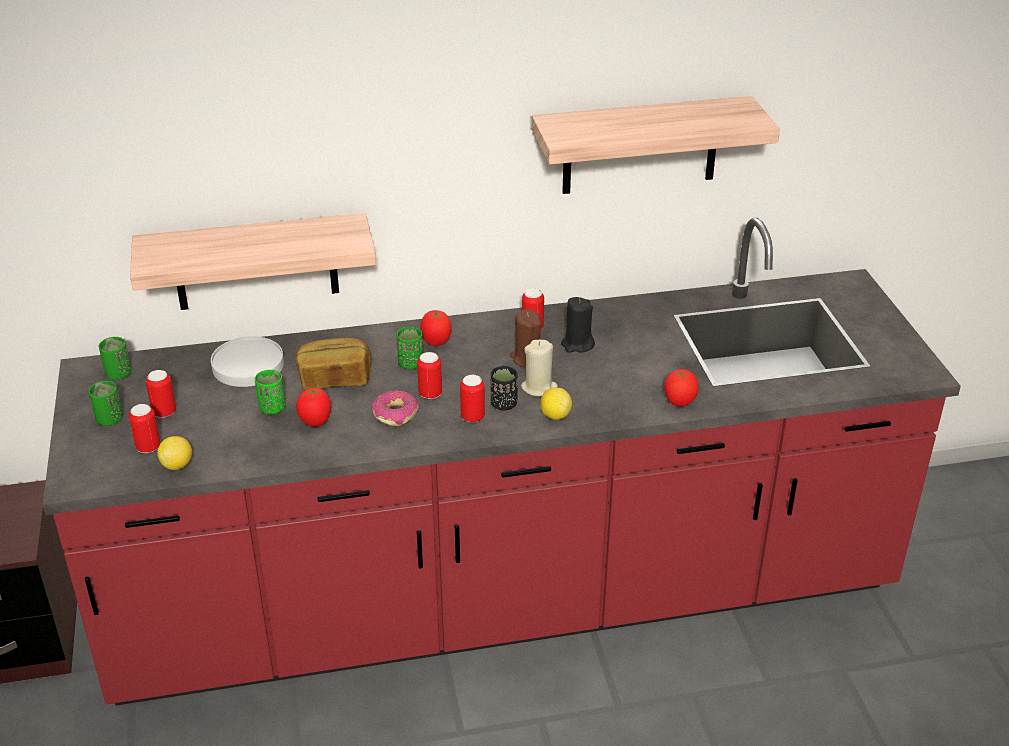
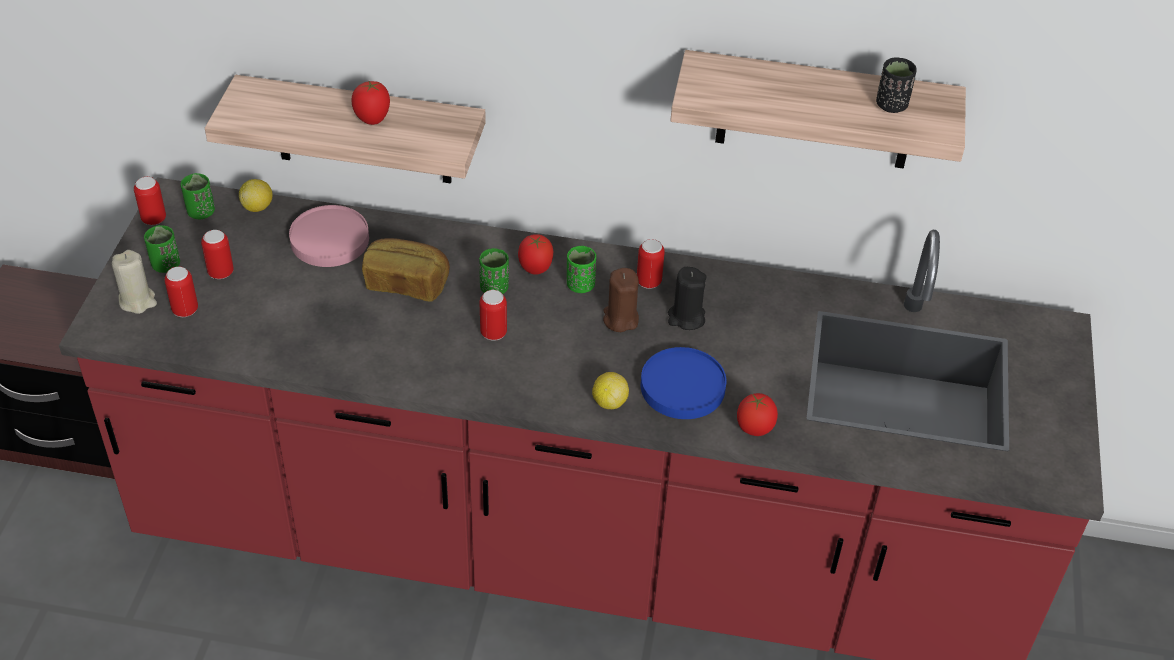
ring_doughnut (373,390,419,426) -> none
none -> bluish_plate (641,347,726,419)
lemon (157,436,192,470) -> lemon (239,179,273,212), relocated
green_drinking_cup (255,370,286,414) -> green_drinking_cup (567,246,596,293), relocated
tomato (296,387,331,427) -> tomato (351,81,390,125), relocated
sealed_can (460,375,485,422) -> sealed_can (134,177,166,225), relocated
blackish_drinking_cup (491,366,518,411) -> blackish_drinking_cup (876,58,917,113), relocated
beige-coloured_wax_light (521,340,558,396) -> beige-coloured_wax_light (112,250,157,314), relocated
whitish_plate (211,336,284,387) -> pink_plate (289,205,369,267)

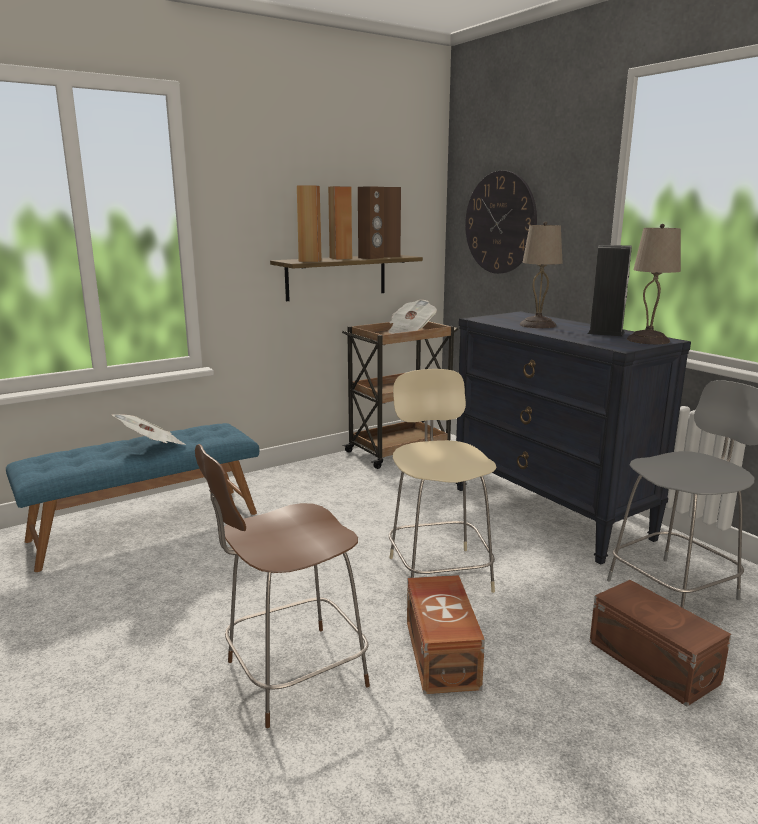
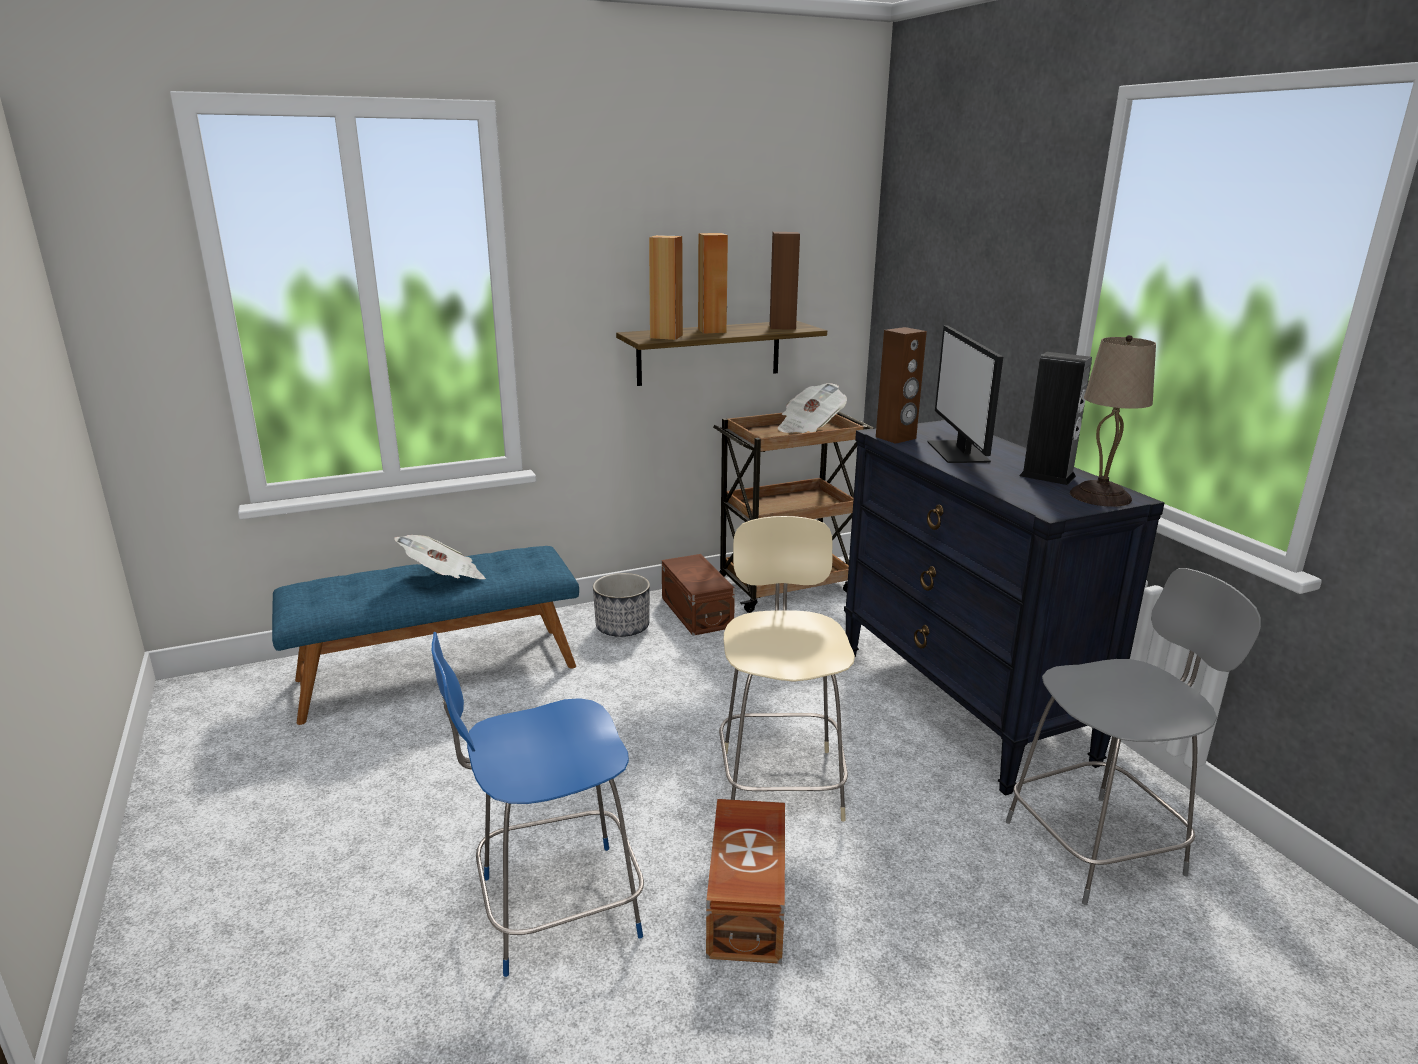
clock_on_the_wall (465,171,537,274) -> none
none -> planter (593,573,650,637)
brown-coloured_audio_speaker (358,186,384,259) -> brown-coloured_audio_speaker (876,327,927,444), relocated
brown-coloured_storage_box (590,580,731,707) -> brown-coloured_storage_box (662,554,735,636), relocated
beige-coloured_tabletop_lamp (520,221,562,328) -> monitor (927,325,1003,463)
brown-coloured_upright_chair (195,444,370,728) -> bluish_upright_chair (432,632,644,977)

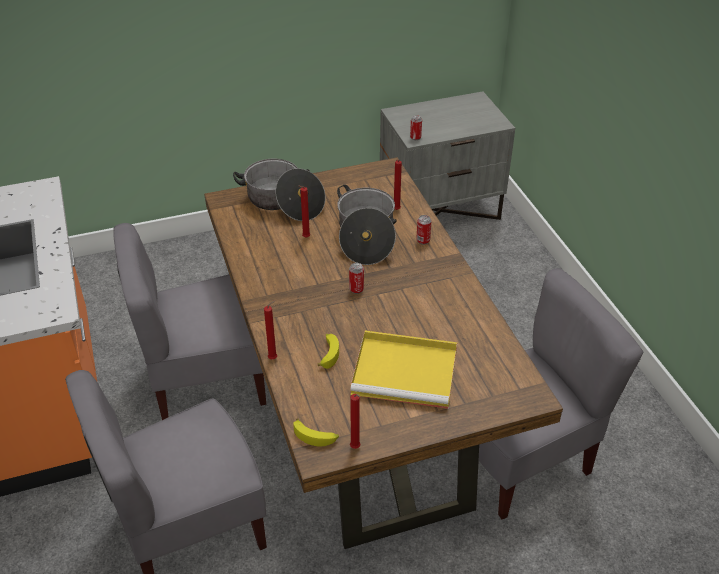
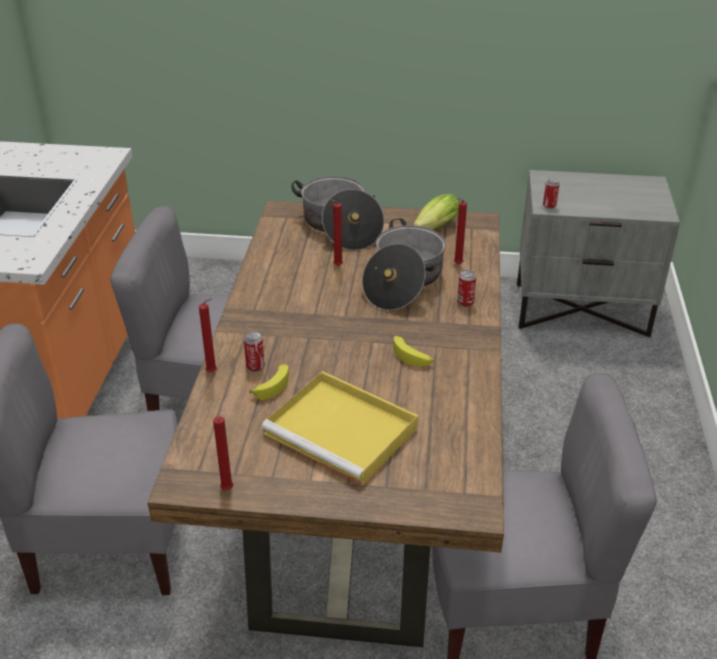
none -> lettuce (413,194,459,230)
banana_fruit (293,418,339,447) -> banana_fruit (393,336,434,367), relocated
sealed_can (349,263,364,294) -> sealed_can (244,331,265,372), relocated

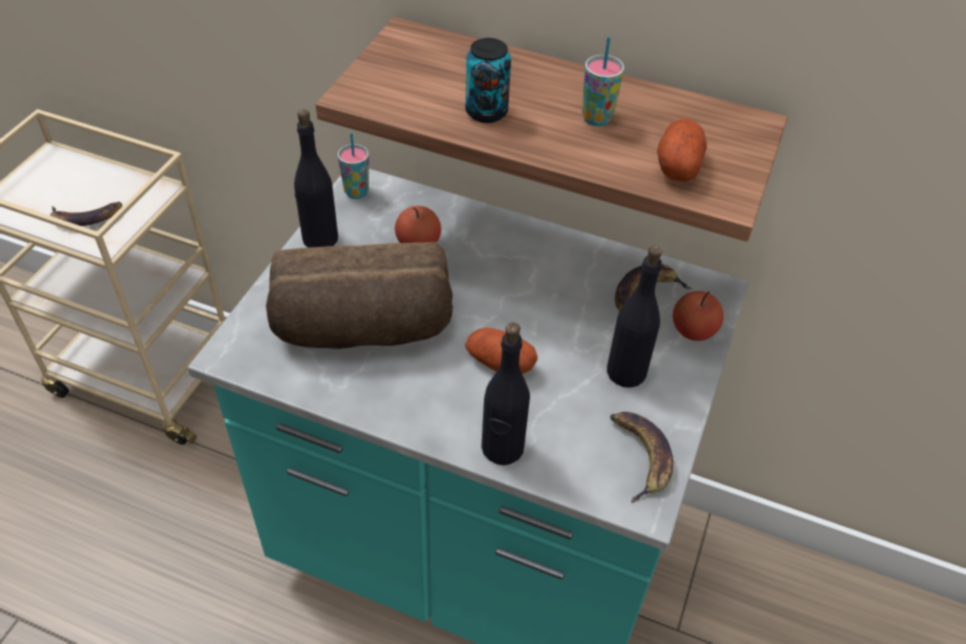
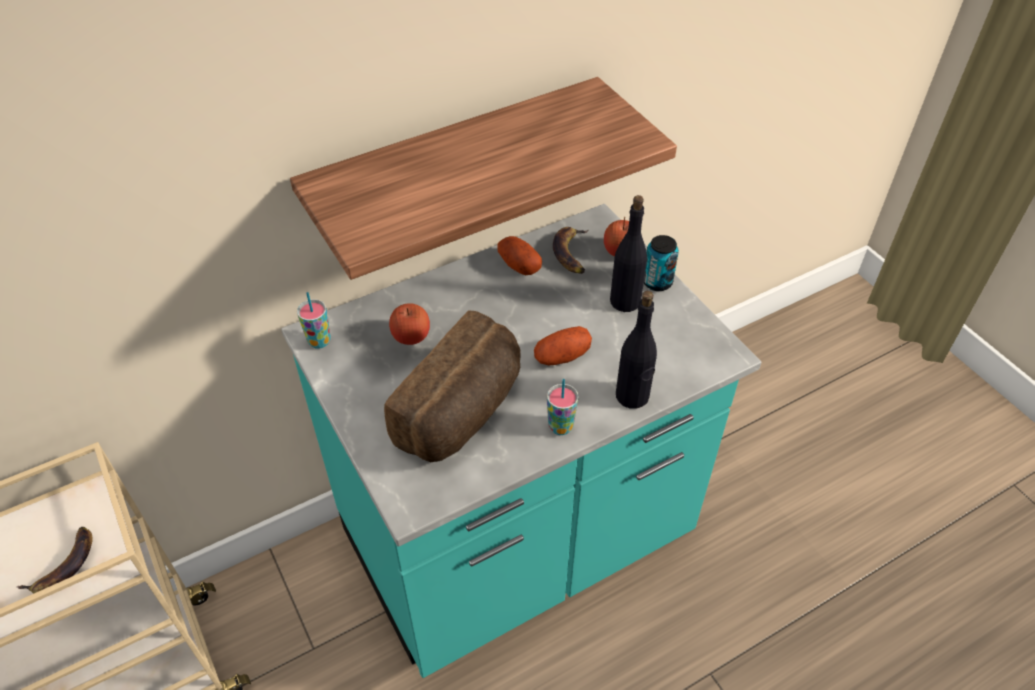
blackish_bottle (294,109,338,248) -> none
banana_fruit (610,412,673,502) -> none
sealed_can (465,38,511,123) -> sealed_can (644,235,679,291), relocated
drinking_cup (582,37,624,126) -> drinking_cup (547,379,579,435), relocated
potato (657,118,707,182) -> potato (497,236,542,275), relocated

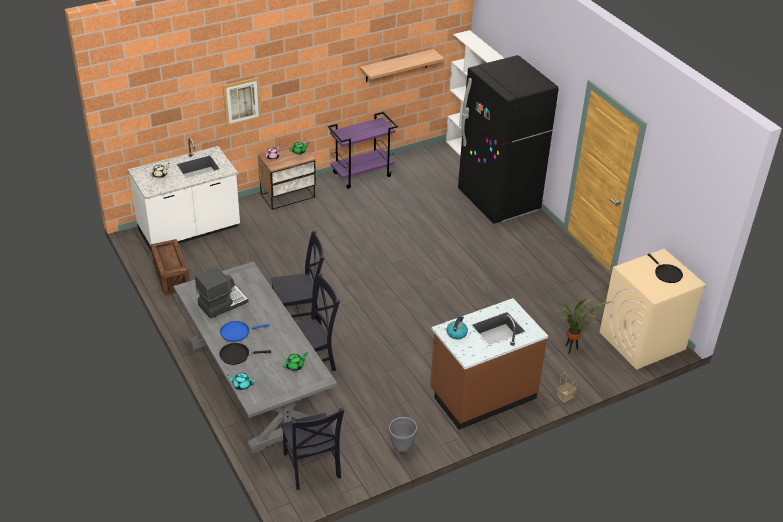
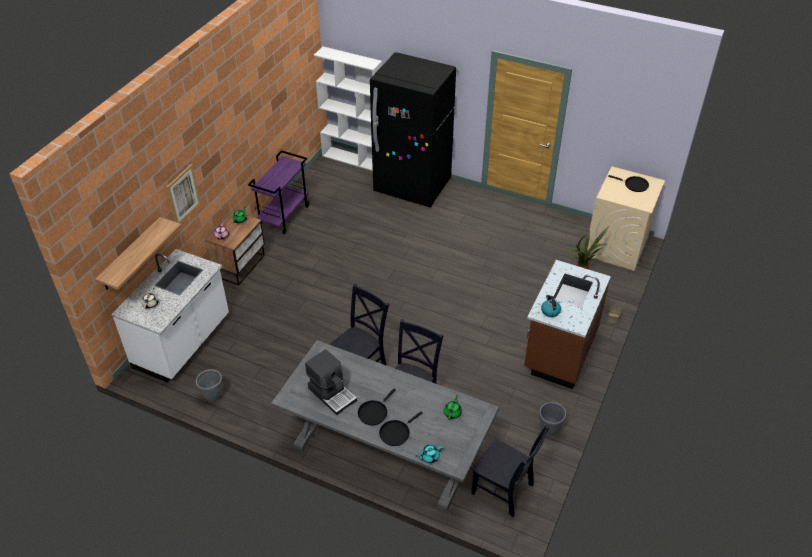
shelf (360,49,445,82) -> shelf (95,217,182,290), relocated
shipping_crate (151,239,190,296) -> gray_planter (196,369,222,401)
bluish_pan (220,321,270,342) -> blackish_pan (358,389,396,425)
coffee_brewer (195,267,248,319) -> coffee_brewer (305,349,357,415), 120 degrees clockwise

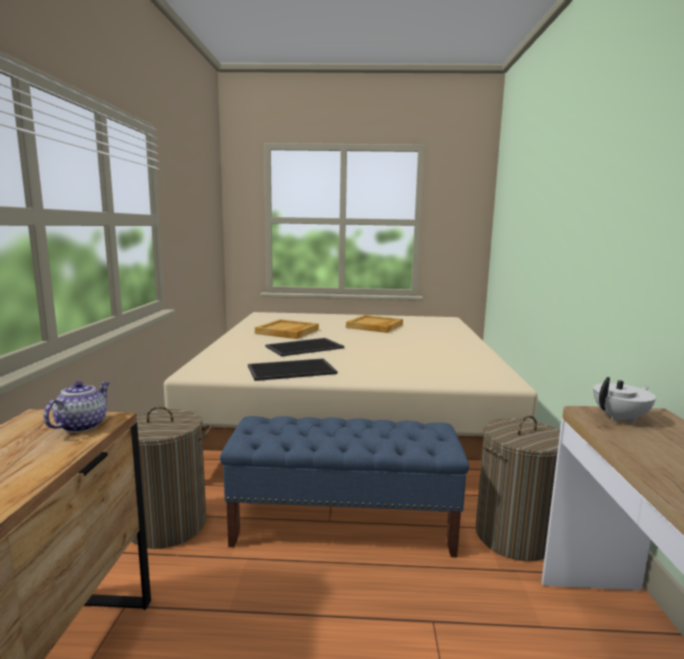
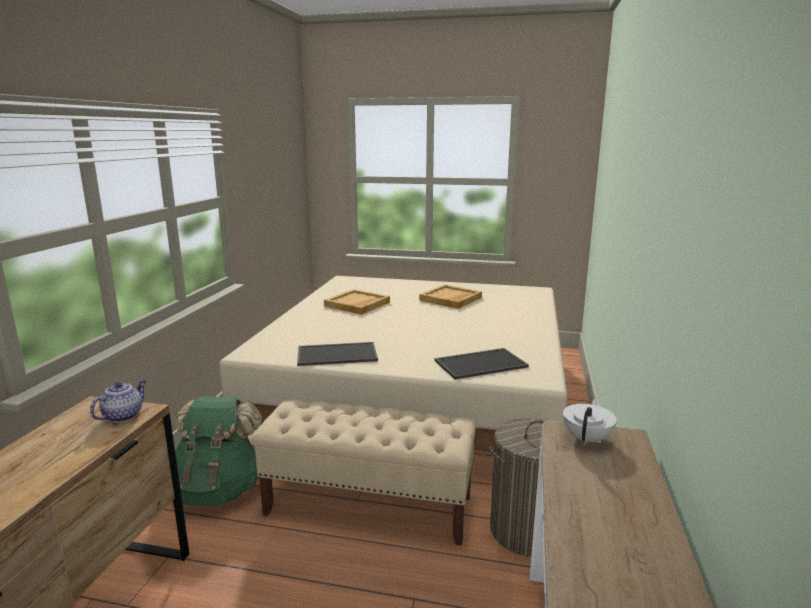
carrying_tray (265,338,344,357) -> carrying_tray (435,348,529,379), relocated
laundry_basket (132,406,212,549) -> green_knapsack (173,396,262,506)
bluish_bench (220,416,469,558) -> beige-coloured_bench (251,399,477,545)
whitish_pot_for_tea (593,377,656,424) -> whitish_pot_for_tea (563,399,617,445), 45 degrees counterclockwise

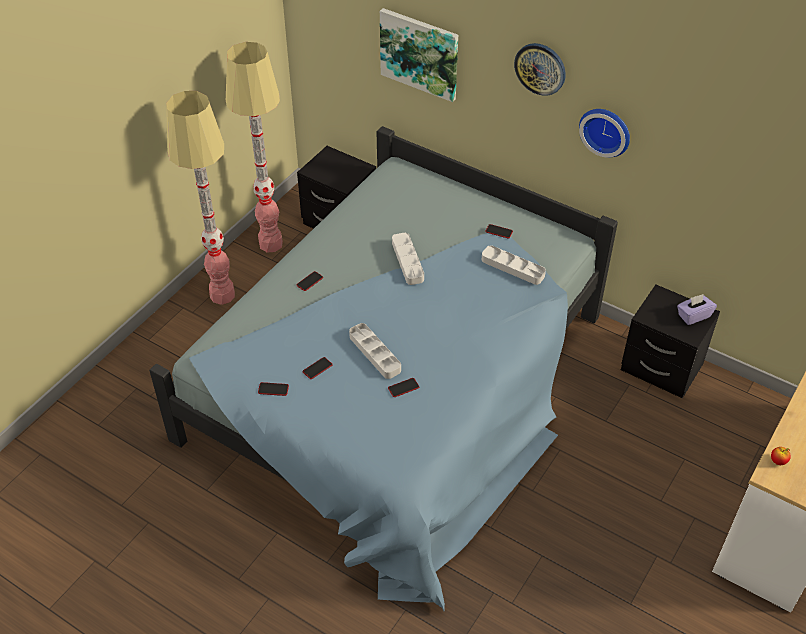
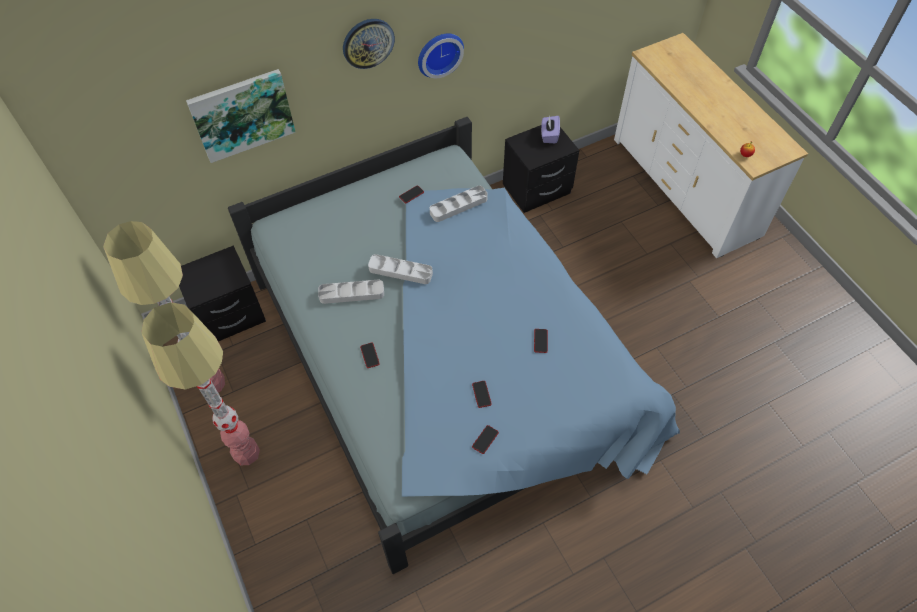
gray_carrying_tray (349,323,401,379) -> gray_carrying_tray (318,280,384,304), relocated

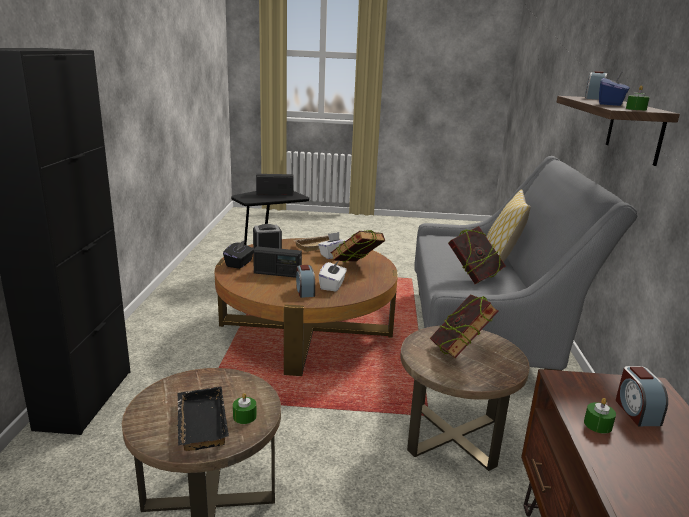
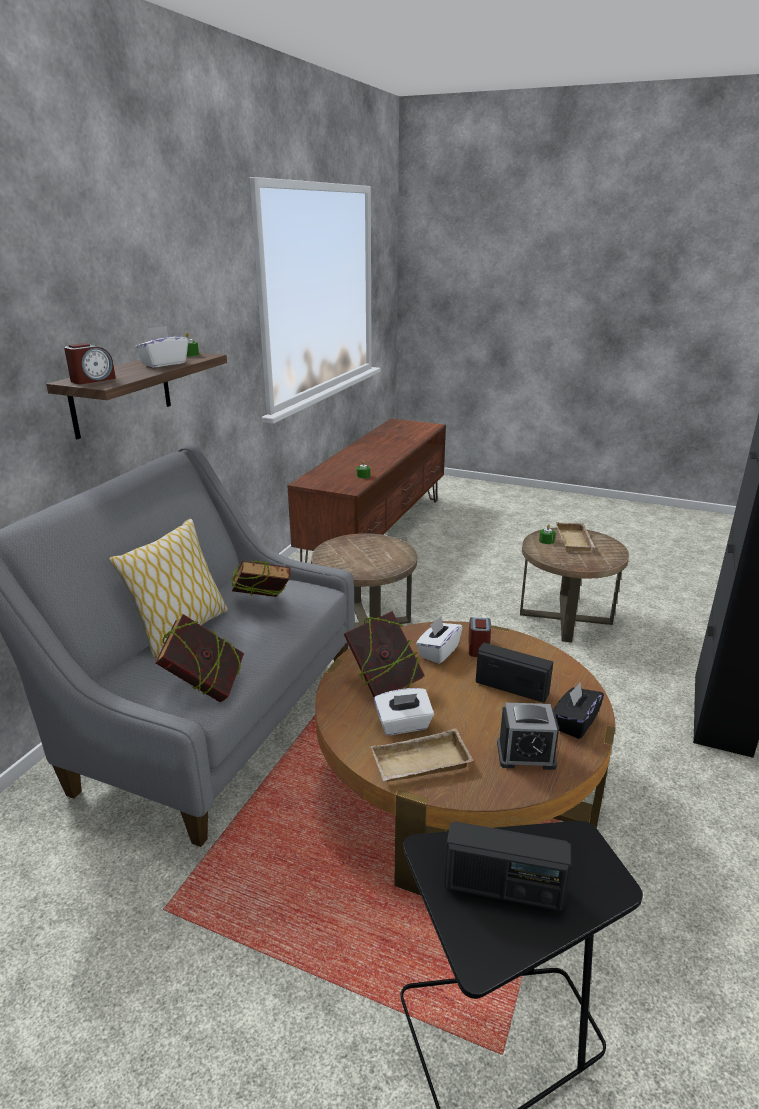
alarm_clock (616,366,668,426) -> none
book (430,294,498,358) -> book (155,614,244,702), relocated
blackish_carrying_tray (177,387,229,451) -> beige-coloured_carrying_tray (556,522,596,552)
bluish_tissue_holder (599,71,630,106) -> whitish_tissue_holder (135,326,188,367)

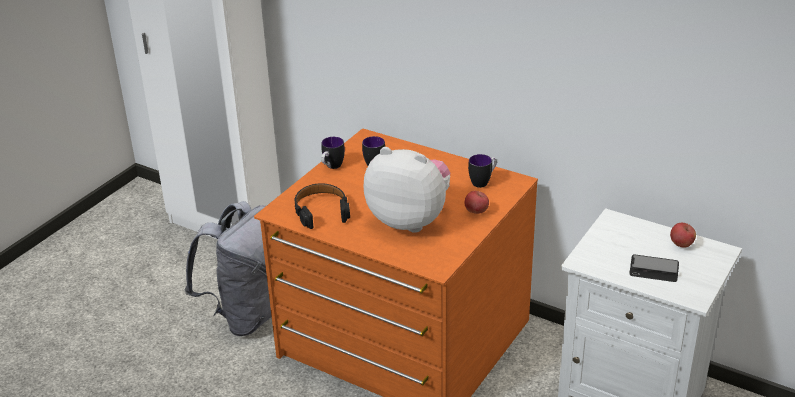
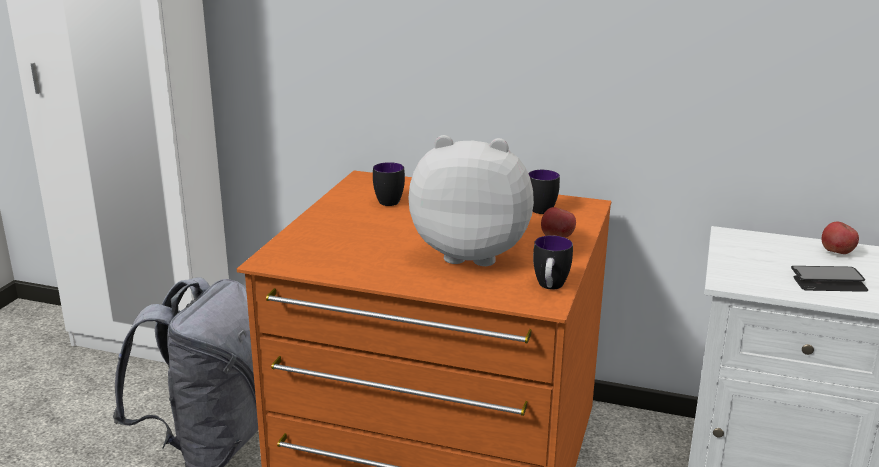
blackish_headphones (295,183,350,229) -> none
mug (321,137,345,169) -> mug (533,235,573,289), relocated

